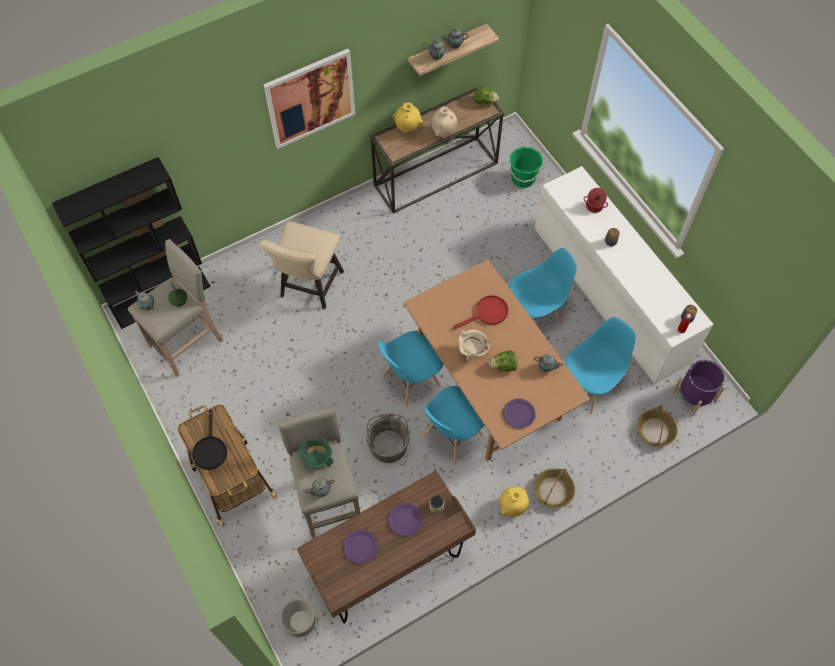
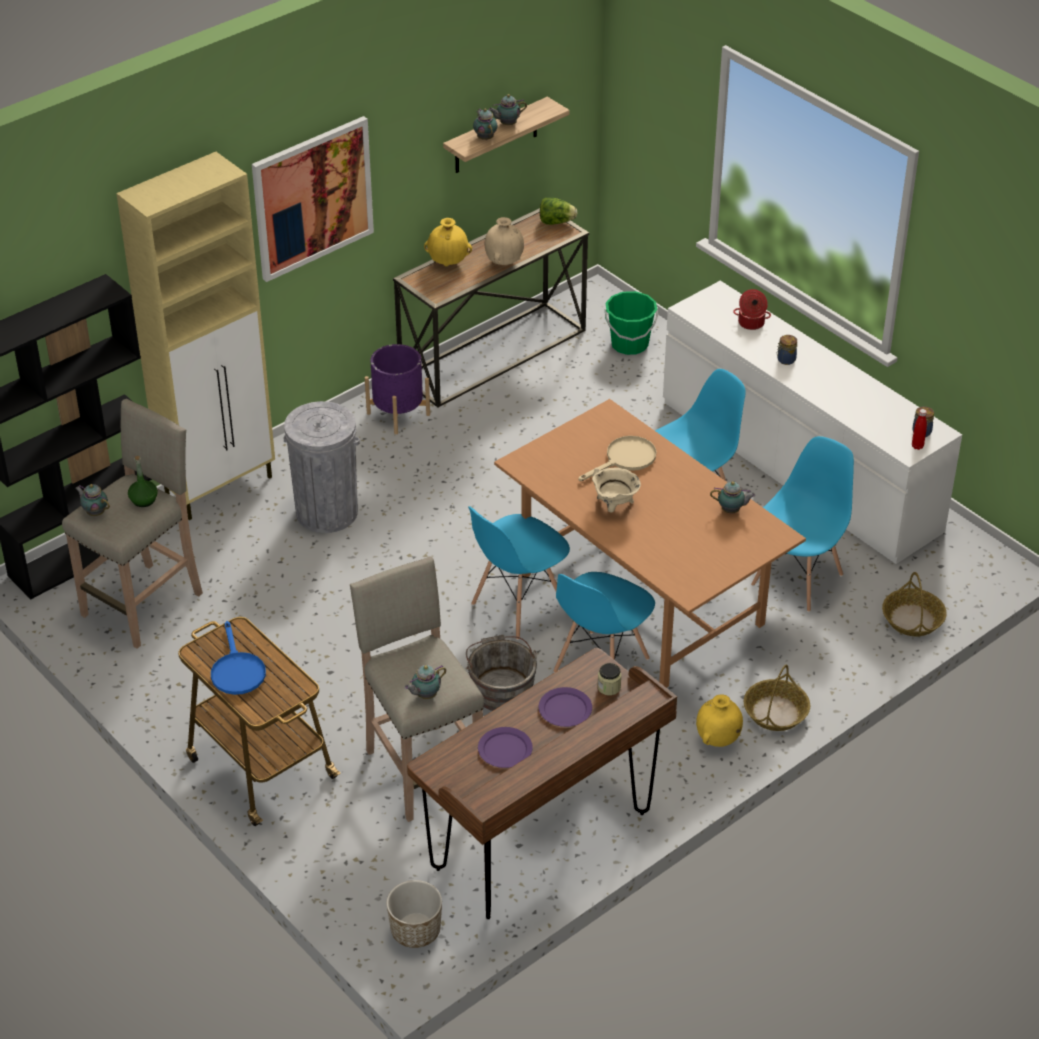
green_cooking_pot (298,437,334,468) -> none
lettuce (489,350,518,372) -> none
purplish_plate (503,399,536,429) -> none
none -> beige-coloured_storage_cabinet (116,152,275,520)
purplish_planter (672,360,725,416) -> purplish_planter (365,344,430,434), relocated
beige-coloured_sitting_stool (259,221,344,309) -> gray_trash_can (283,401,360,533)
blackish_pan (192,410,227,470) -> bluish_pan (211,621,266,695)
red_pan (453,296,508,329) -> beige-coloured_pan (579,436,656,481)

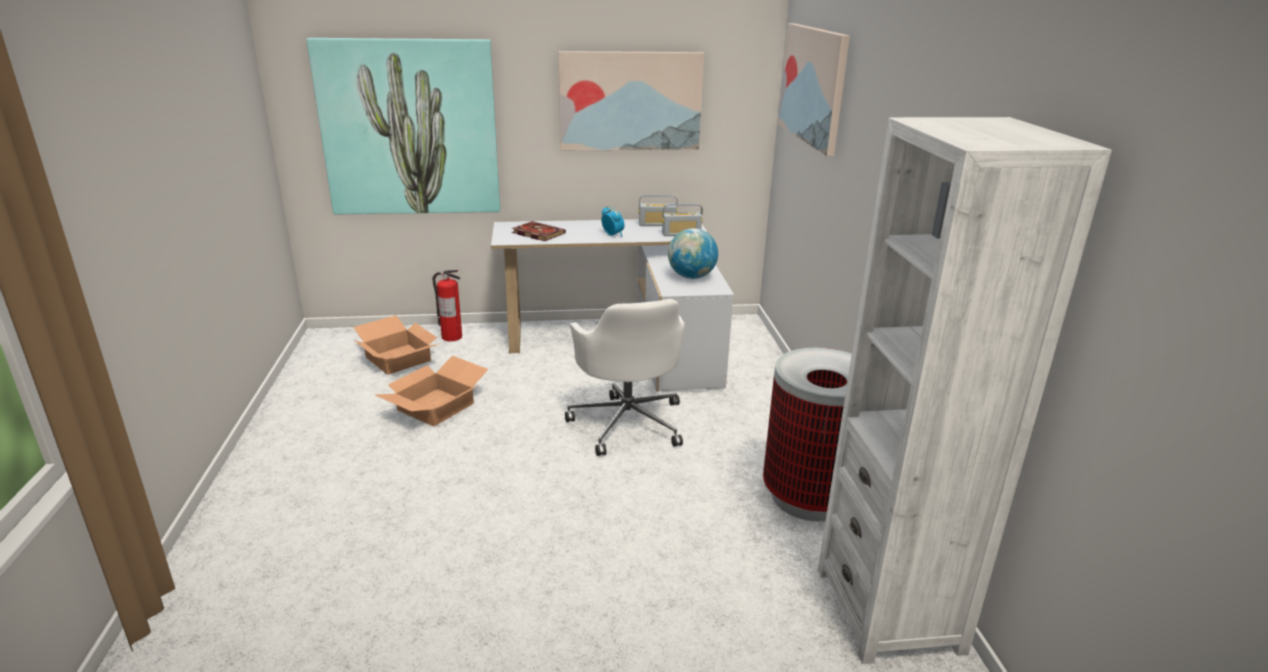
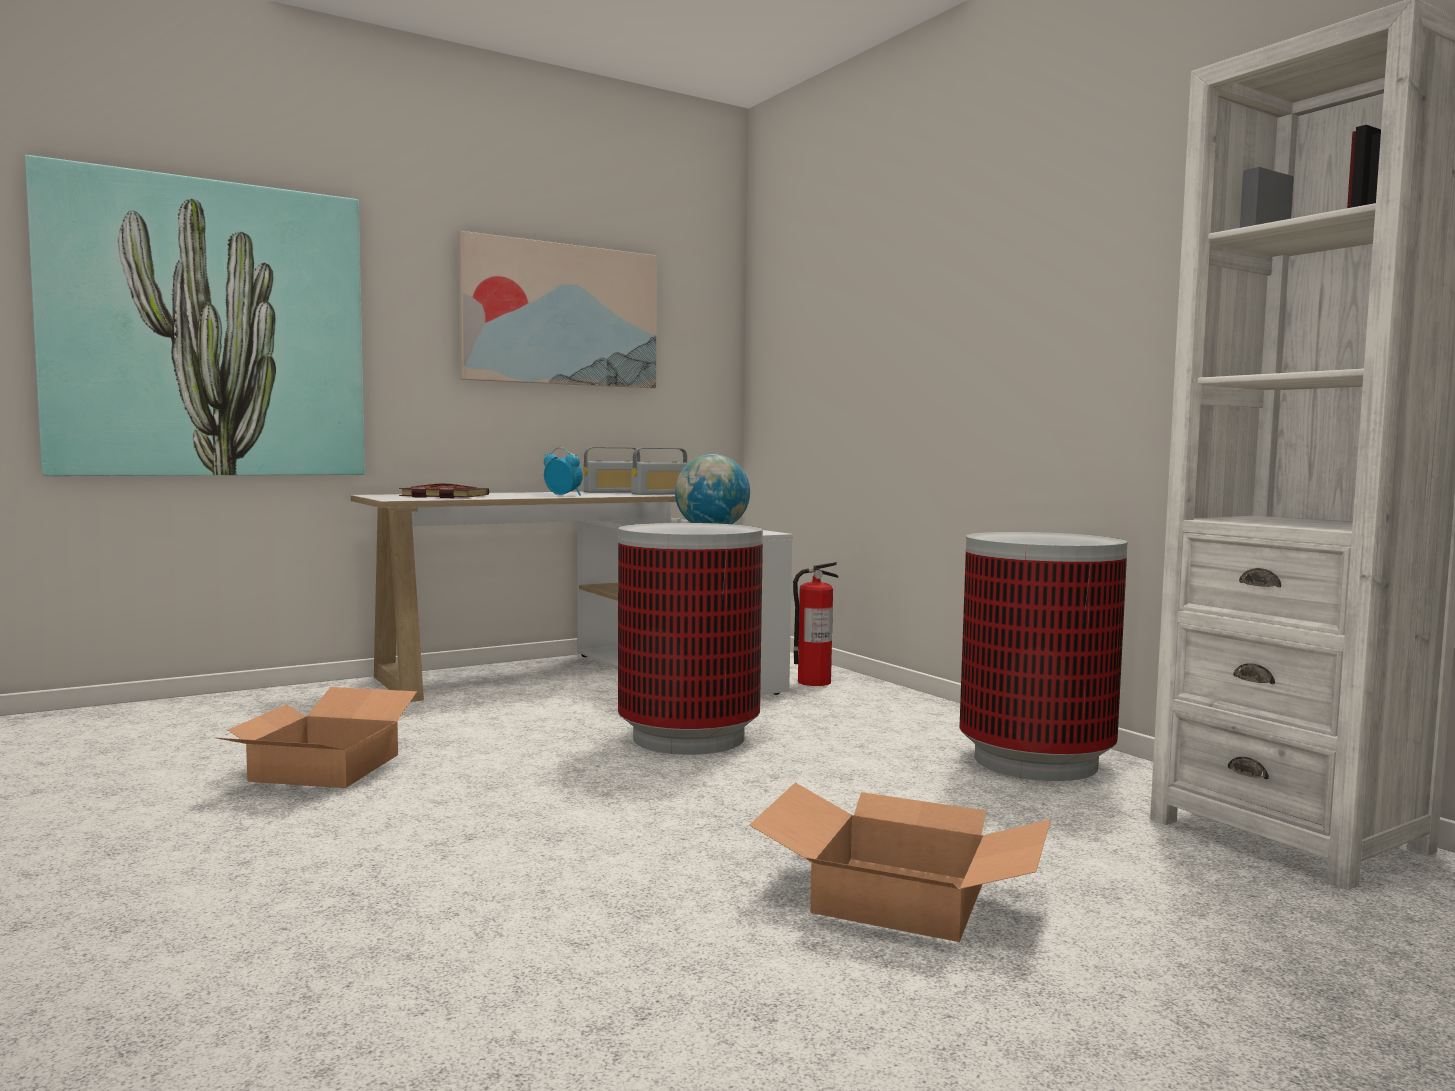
picture (778,23,850,156) -> none
cardboard_box (353,315,437,375) -> cardboard_box (750,783,1051,942), relocated
extinguisher (432,270,462,341) -> extinguisher (793,562,838,686), relocated
whitish_computer_chair (565,299,685,456) -> trash_can (618,523,763,755)

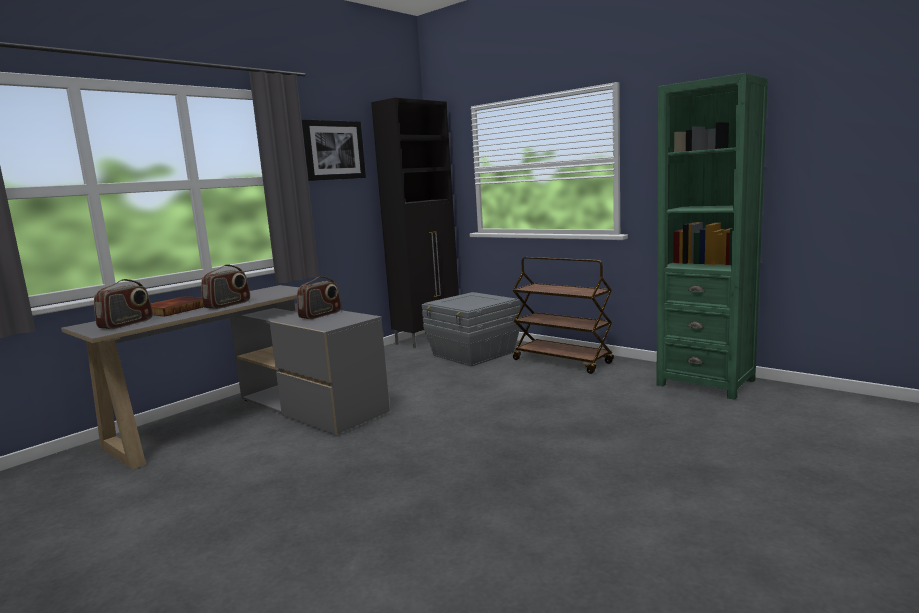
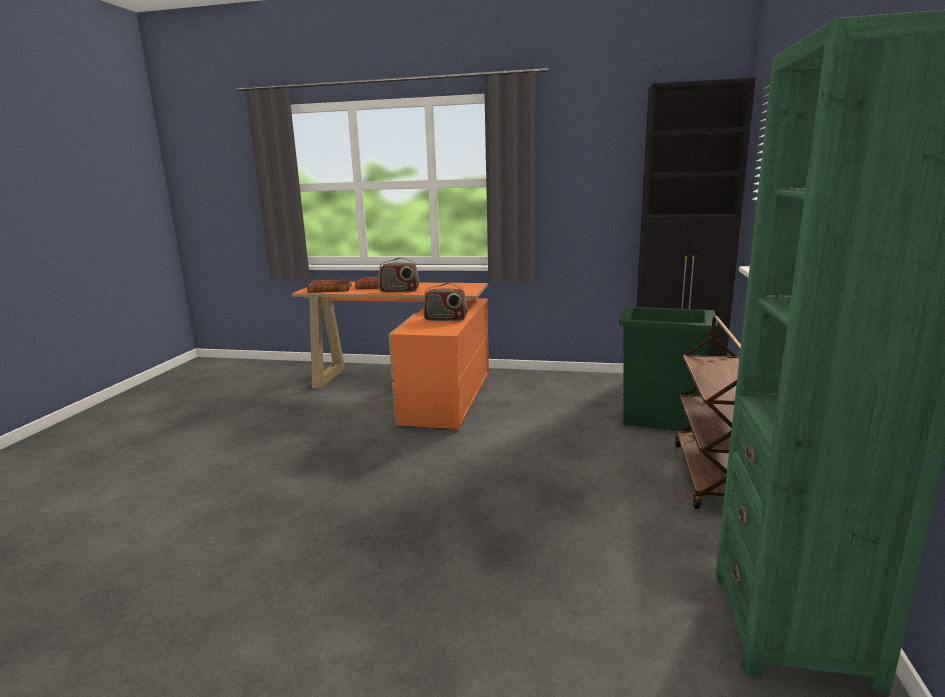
picture (302,120,366,181) -> none
radio_set (94,279,153,329) -> book (307,279,352,293)
gray_storage_box (422,292,521,367) -> green_trash_can (619,306,718,432)
gray_desk_unit (61,285,390,469) -> orange_desk_unit (292,282,489,429)

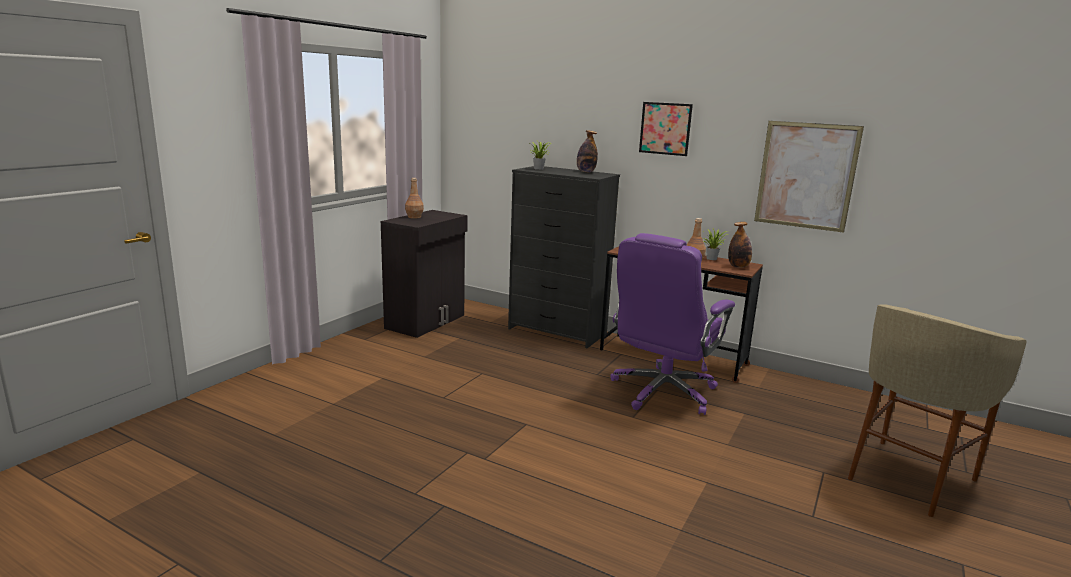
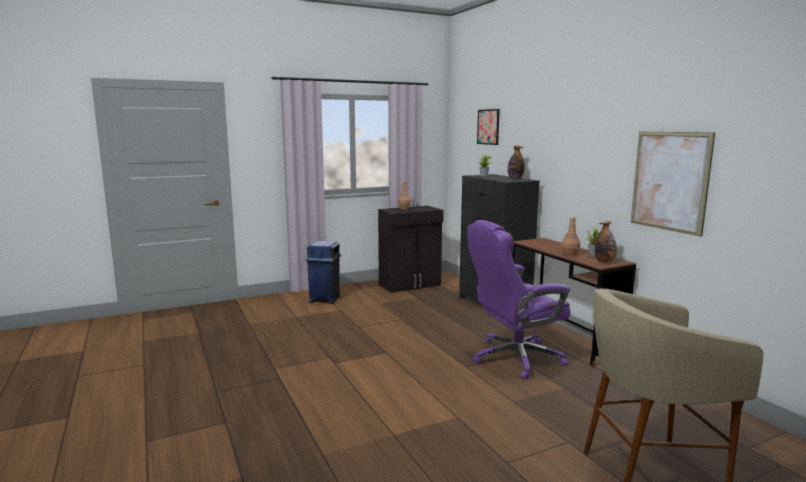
none -> bluish_trash_can (306,241,341,304)
picture (639,102,693,156) -> picture (477,109,500,145), relocated

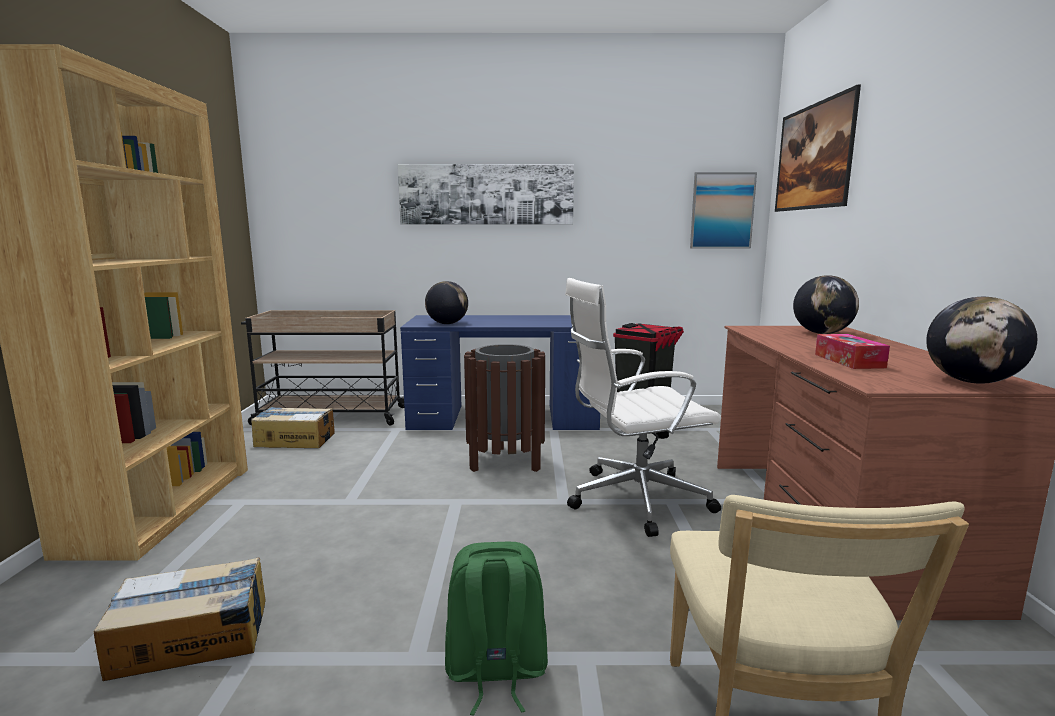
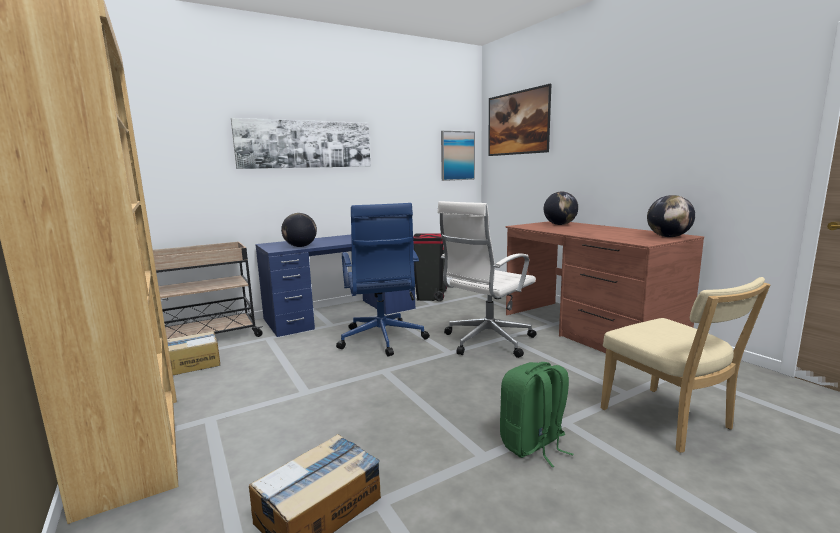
tissue_holder (815,334,890,369) -> none
brown-coloured_trash_can (464,344,545,472) -> bluish_computer_chair (336,203,430,357)

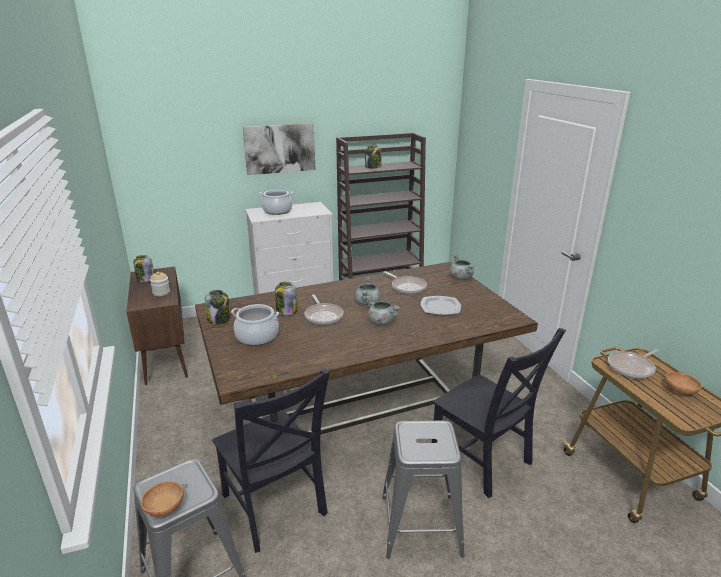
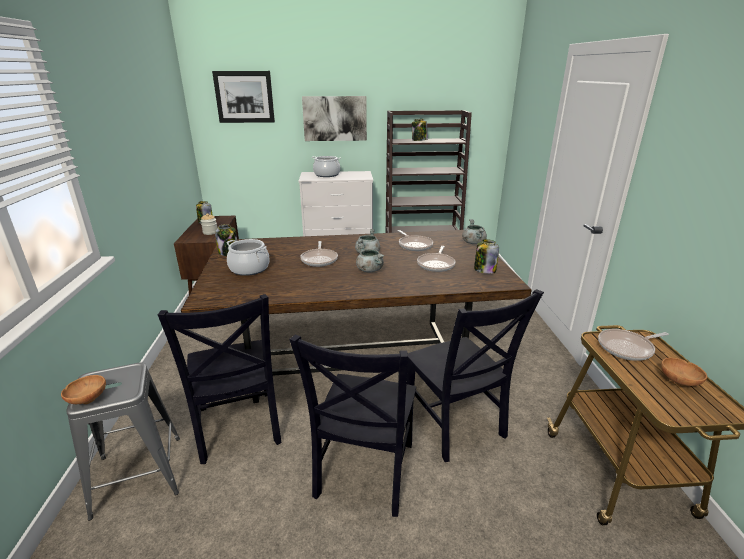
none -> picture (212,71,275,123)
storage_jar (275,282,297,316) -> storage_jar (474,239,499,274), relocated
gray_sitting_stool (382,421,465,559) -> blackish_upright_chair (289,335,416,517)
plate (421,296,461,315) -> pan (417,246,456,272)

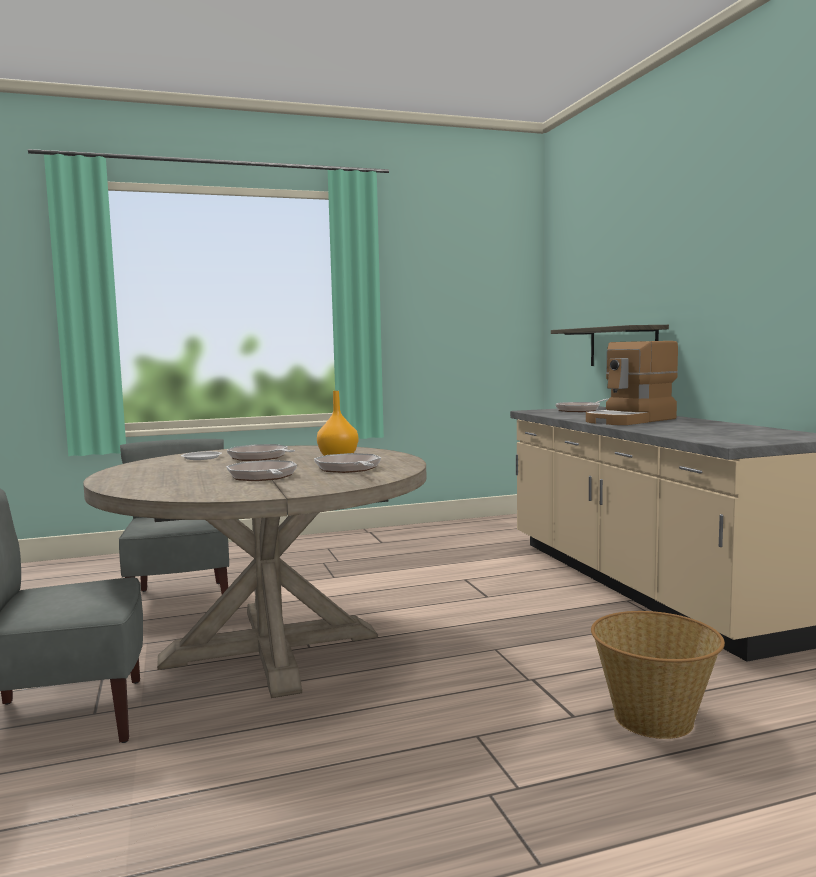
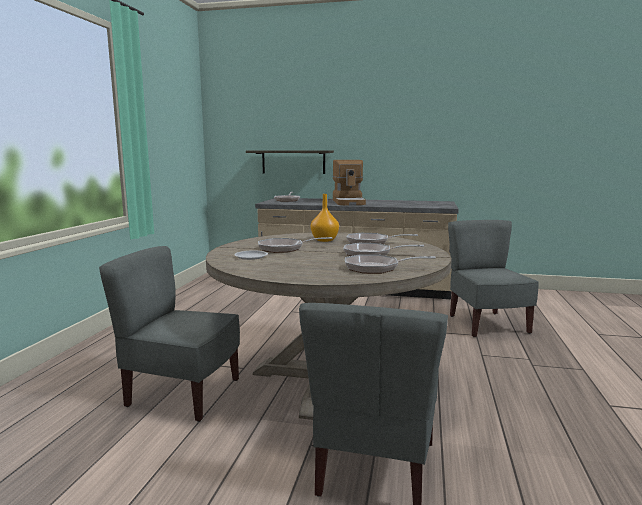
none -> pan (345,254,436,274)
household_basket (591,611,725,739) -> gray_upright_chair (448,220,538,337)

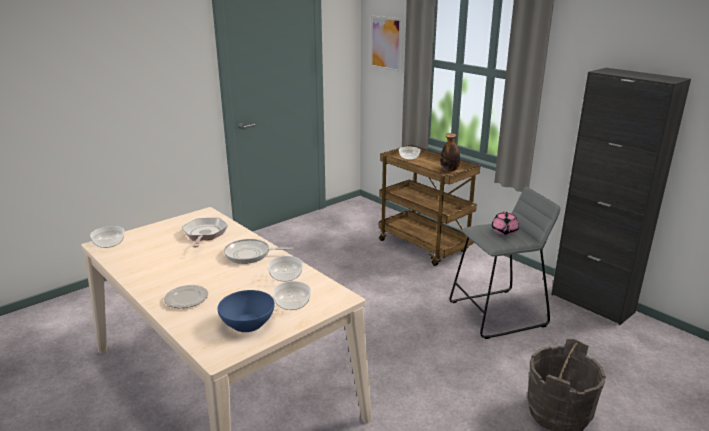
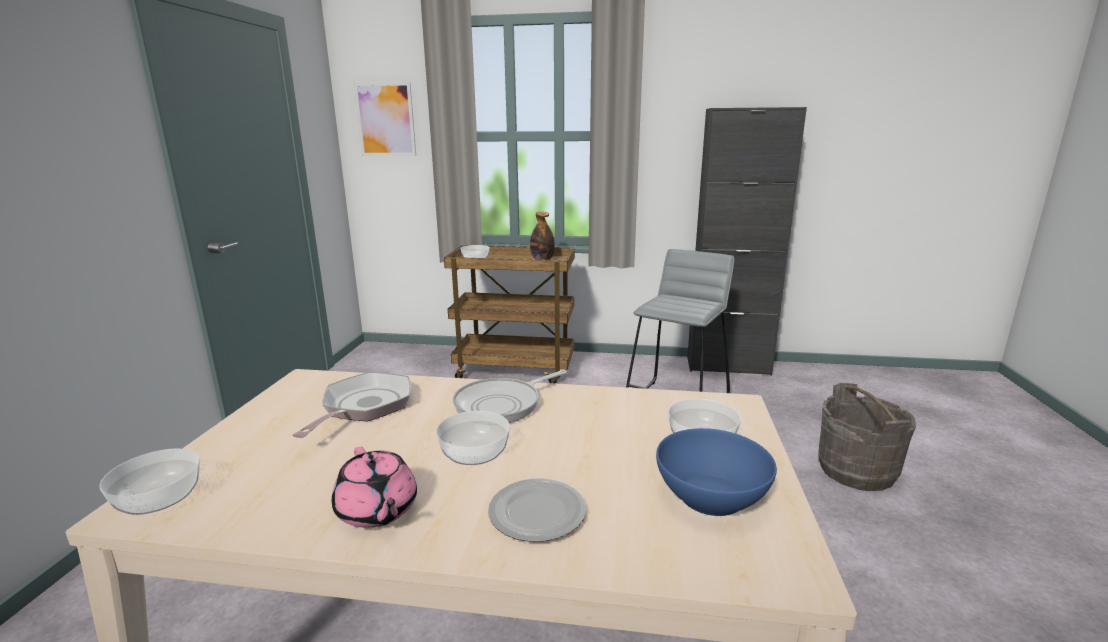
bowl (267,256,303,282) -> bowl (436,411,510,465), relocated
pink_pot_for_tea (492,211,519,235) -> pink_pot_for_tea (332,447,417,528), relocated
pan (182,218,228,247) -> pan (292,372,411,438), 60 degrees clockwise

